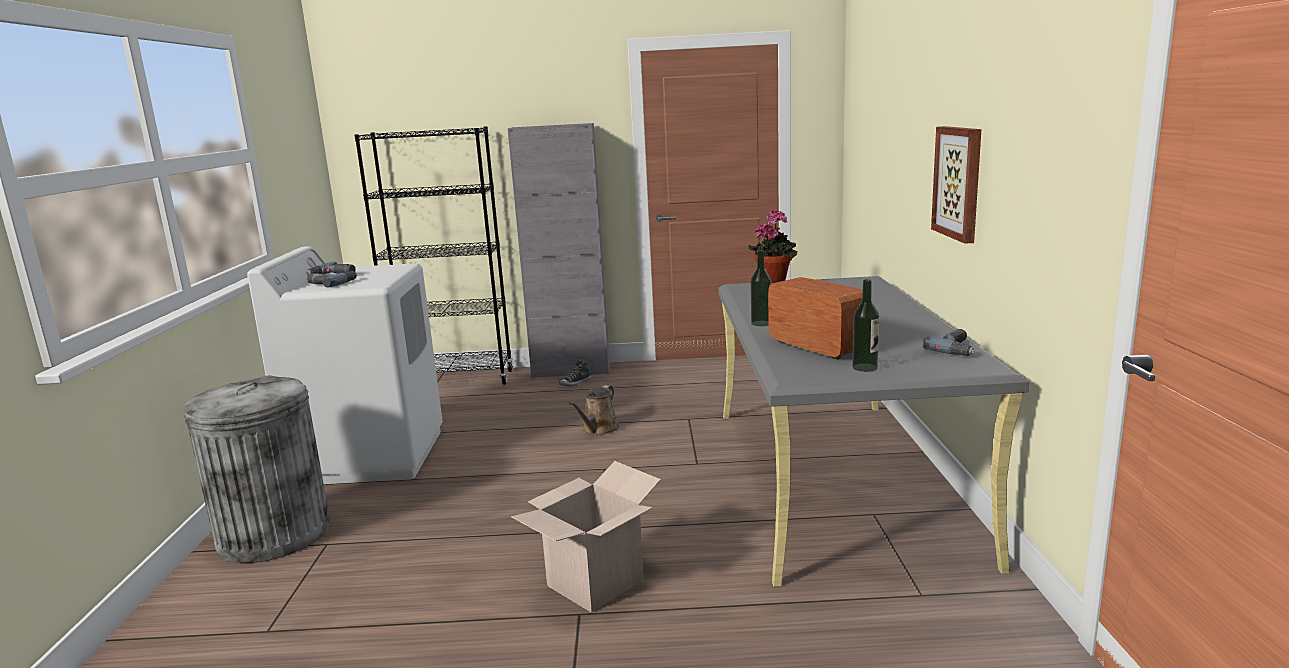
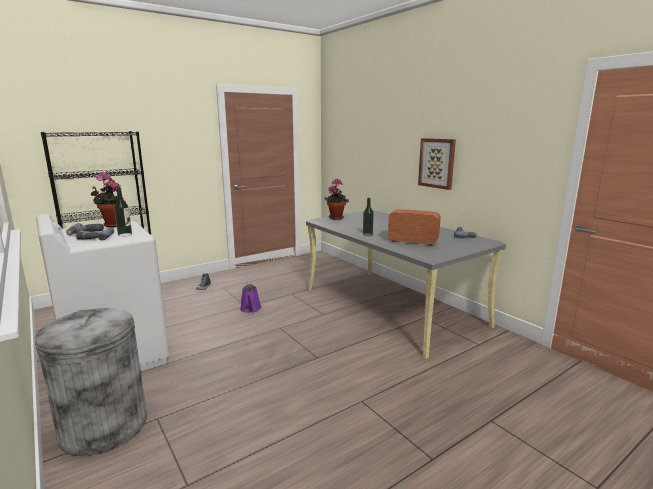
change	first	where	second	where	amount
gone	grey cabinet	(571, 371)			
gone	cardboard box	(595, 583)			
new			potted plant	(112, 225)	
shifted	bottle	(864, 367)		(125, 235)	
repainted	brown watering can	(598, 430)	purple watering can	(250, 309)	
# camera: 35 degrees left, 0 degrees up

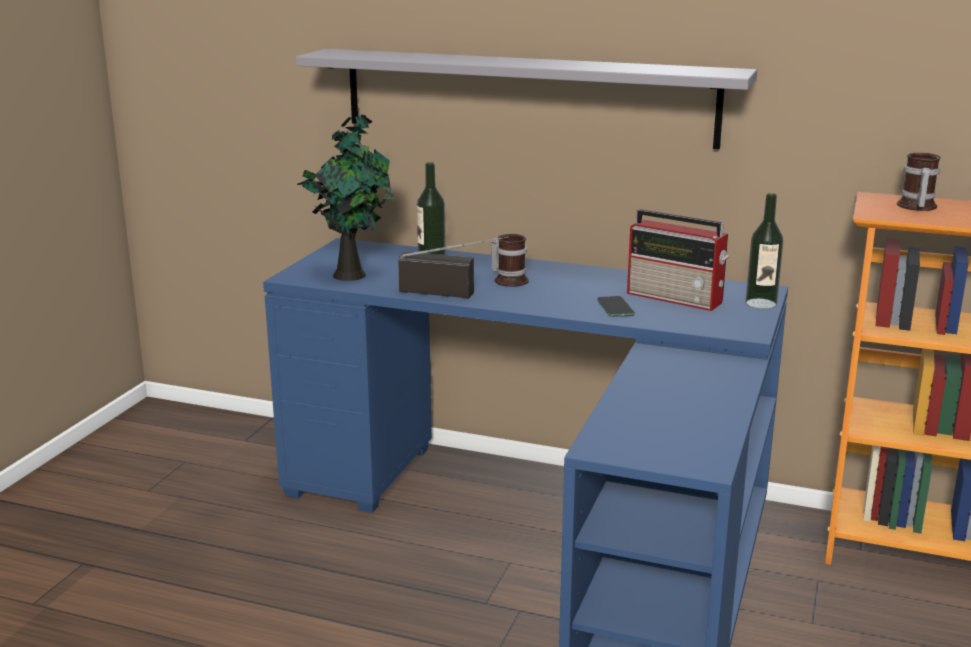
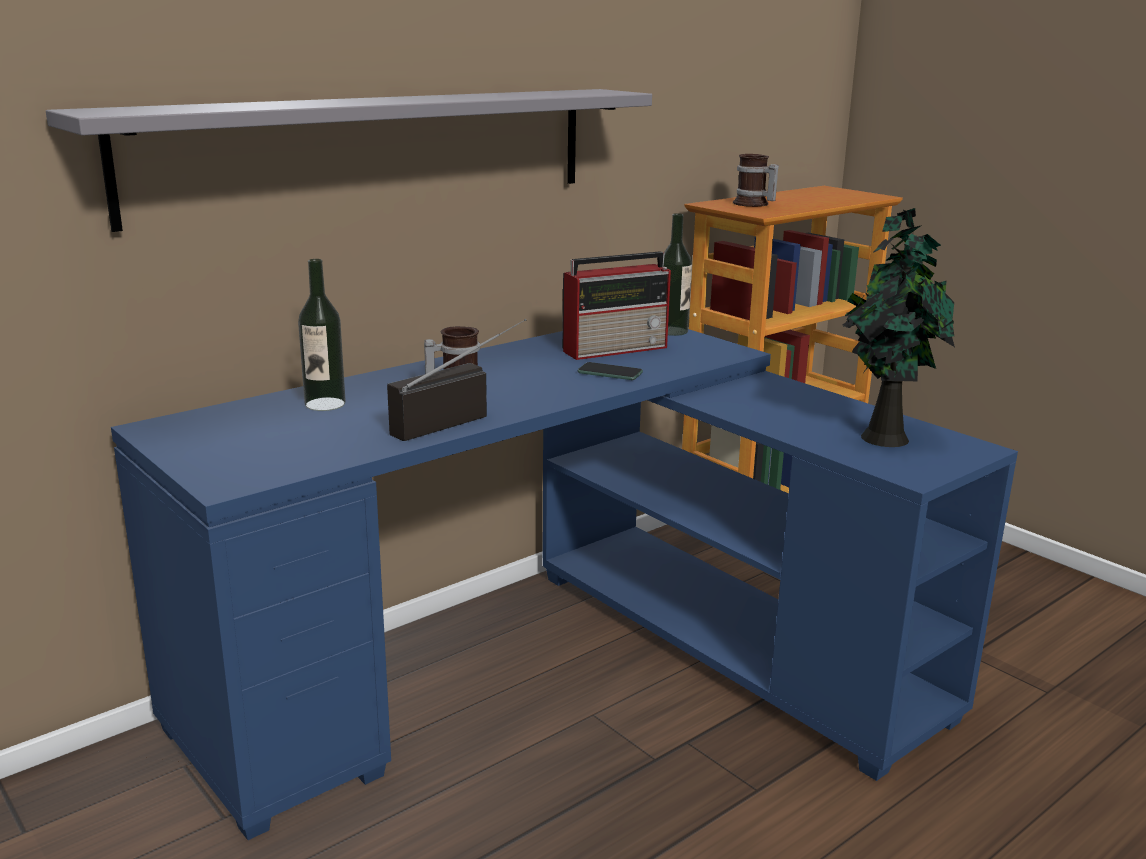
change	first	where	second	where	amount
shifted	potted plant	(352, 274)		(882, 436)	
# camera: 60 degrees left, 0 degrees up

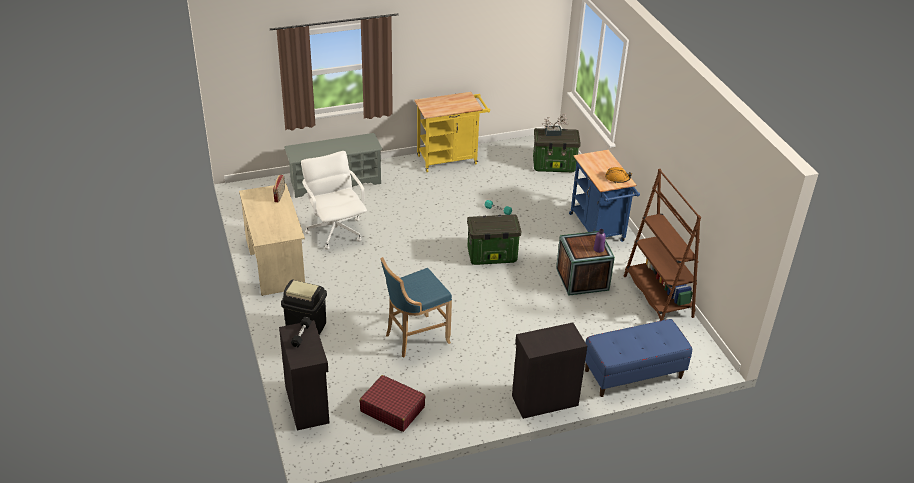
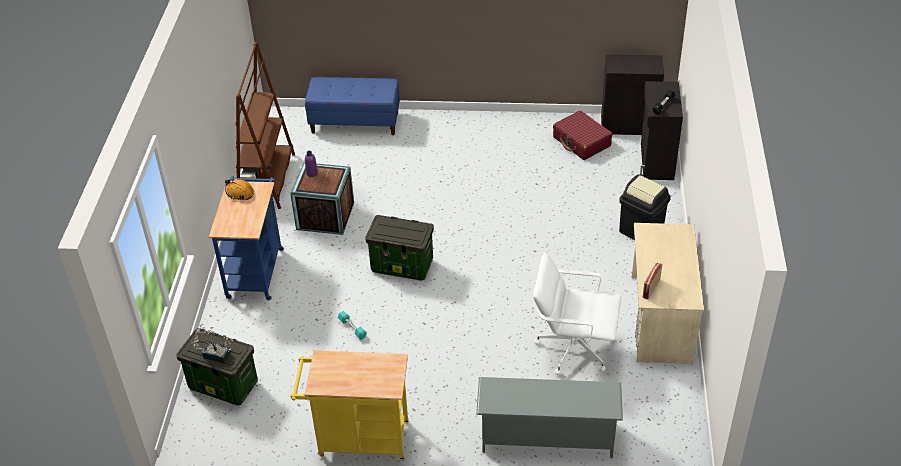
change	first	where	second	where	amount
gone	blue stool	(414, 338)			
shifted	black cabinet	(544, 400)		(629, 126)	
rotated	white office chair	(336, 231)		(573, 348)	105 degrees clockwise
# camera: 155 degrees left, 5 degrees up

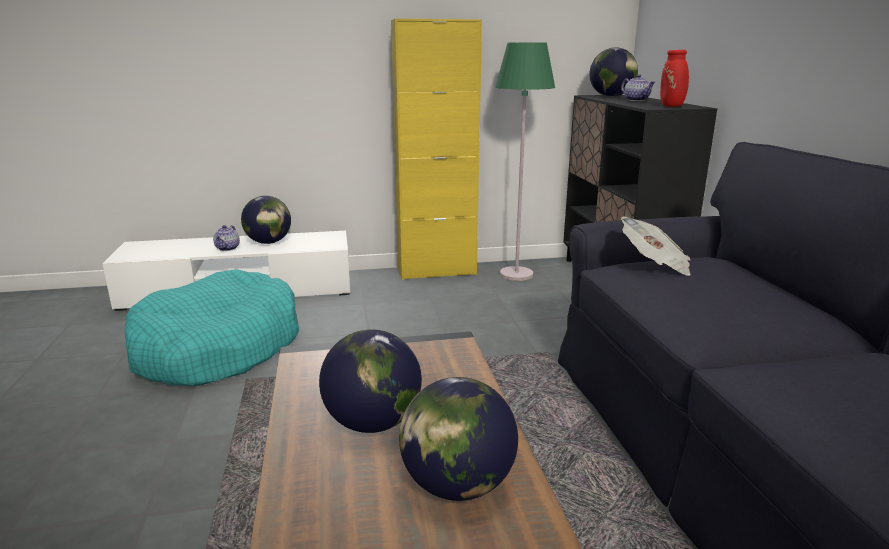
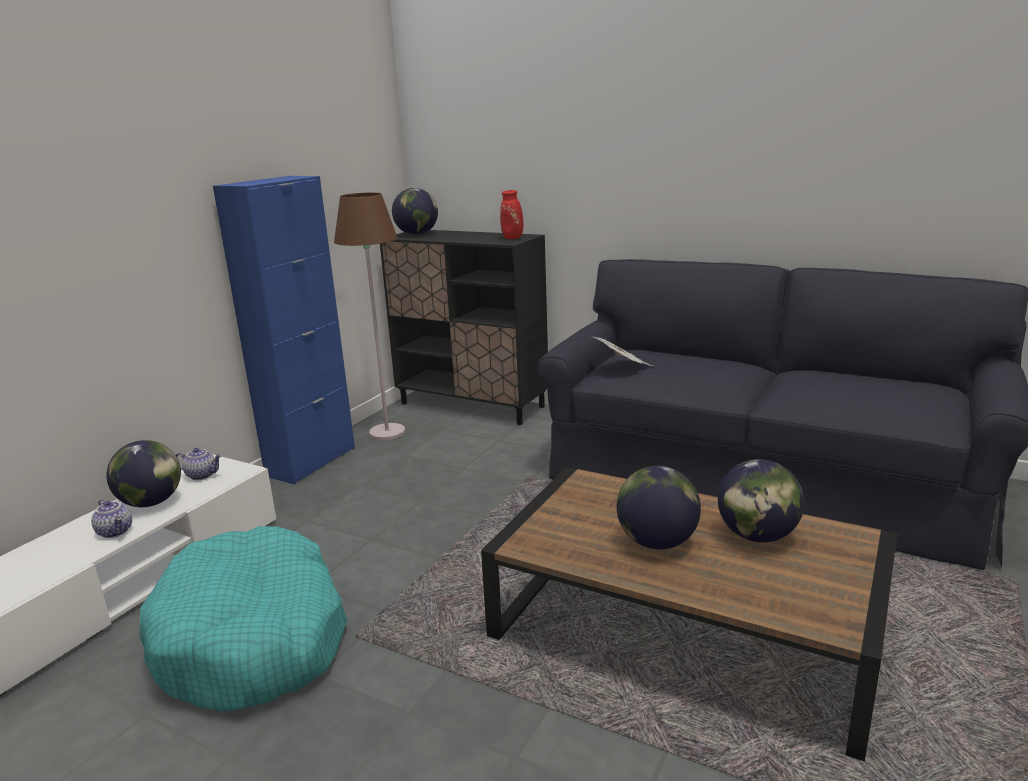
change	first	where	second	where	amount
shifted	teapot	(636, 100)		(202, 475)	
repainted	yellow cabinet	(436, 271)	blue cabinet	(311, 462)	
repainted	green floor lamp	(516, 274)	brown floor lamp	(387, 432)	
# camera: 50 degrees left, 0 degrees up

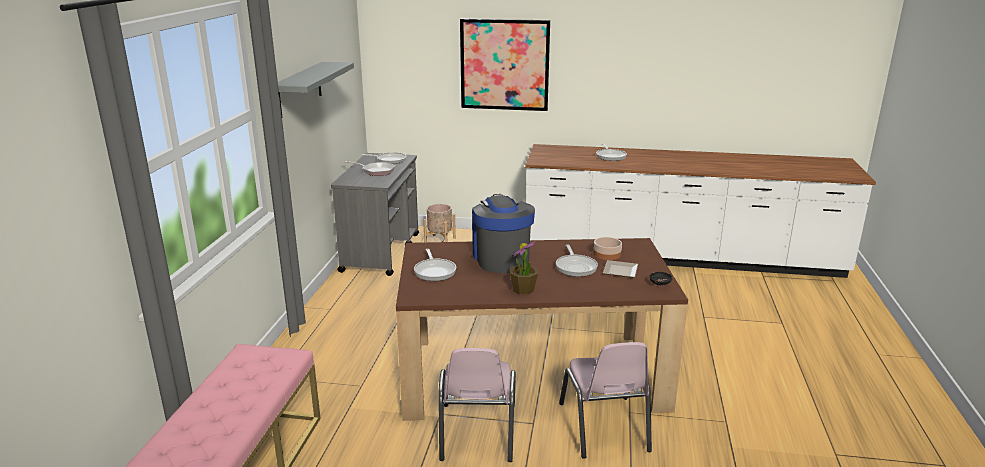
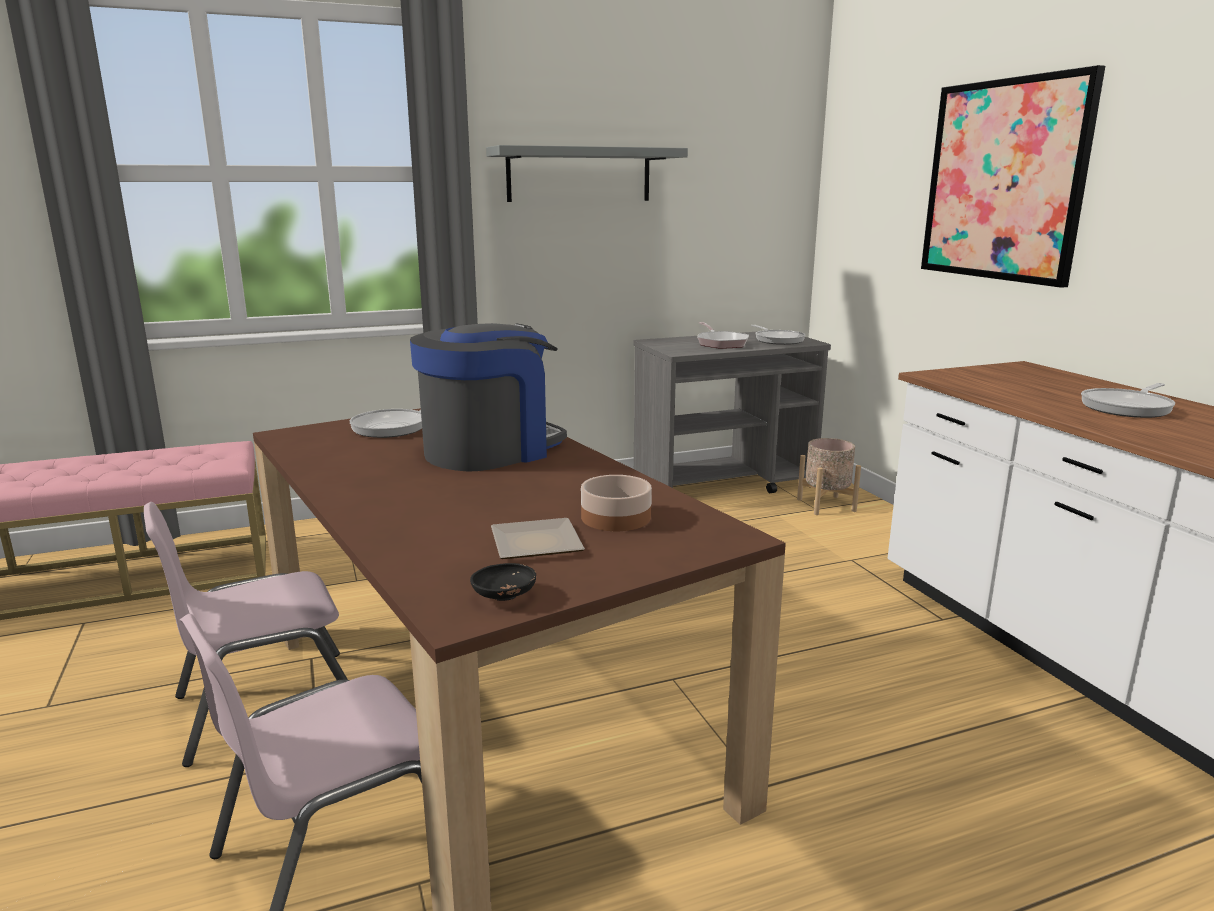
change	first	where	second	where	amount
gone	potted plant	(523, 290)			
gone	frying pan	(575, 267)			
# camera: 60 degrees right, 5 degrees down

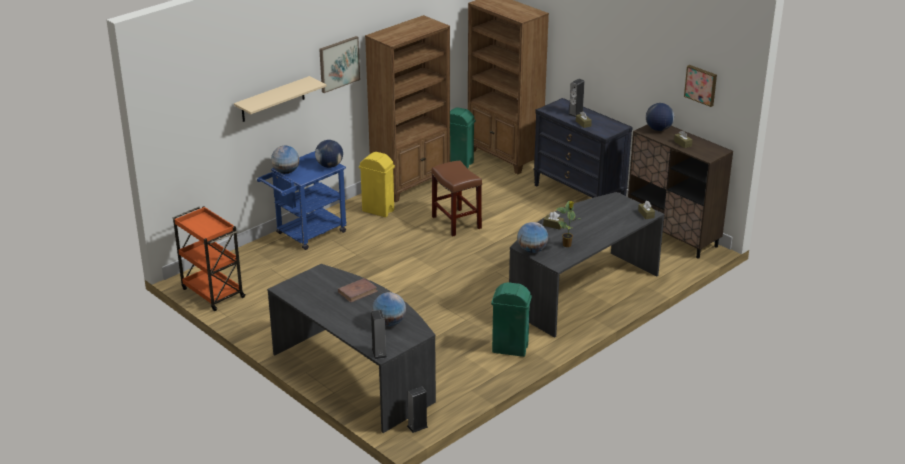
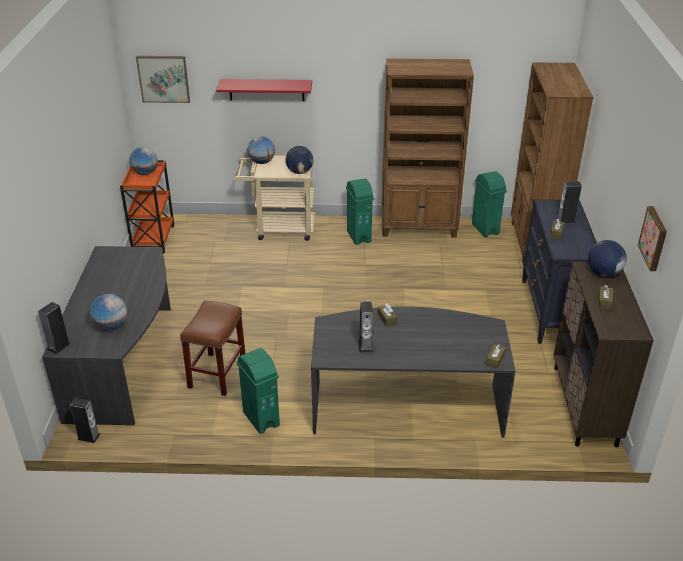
change	first	where	second	where	amount
gone	brown book	(358, 292)			
shifted	picture	(339, 64)		(163, 78)	
shifted	brown stool	(457, 222)		(217, 374)	
shifted	globe	(532, 250)		(145, 173)	
swapped	potted plant	(567, 245)	speaker	(365, 346)	
repainted	beige shelf	(273, 99)	red shelf	(266, 90)	
repainted	blue cart	(306, 234)	beige cart	(279, 228)	
repainted	yellow trash can	(378, 210)	green trash can	(359, 236)	
# camera: 45 degrees right, 5 degrees up

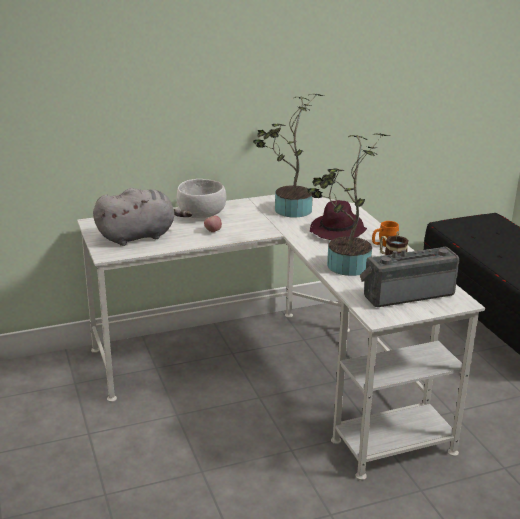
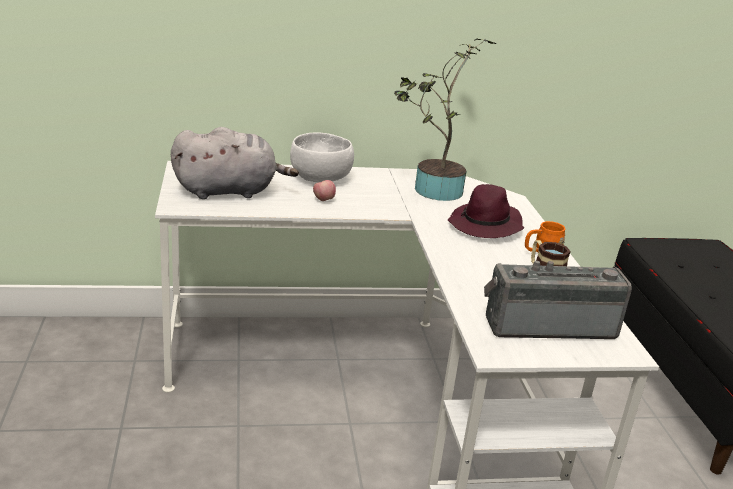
change	first	where	second	where	amount
gone	potted plant	(344, 267)			
# camera: 10 degrees right, 0 degrees up

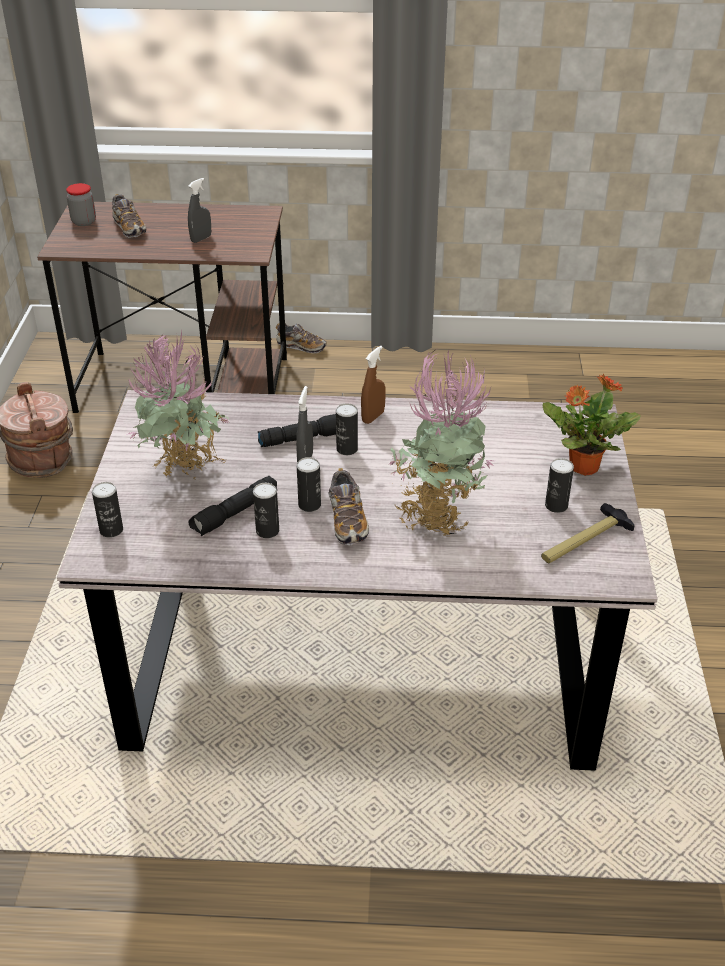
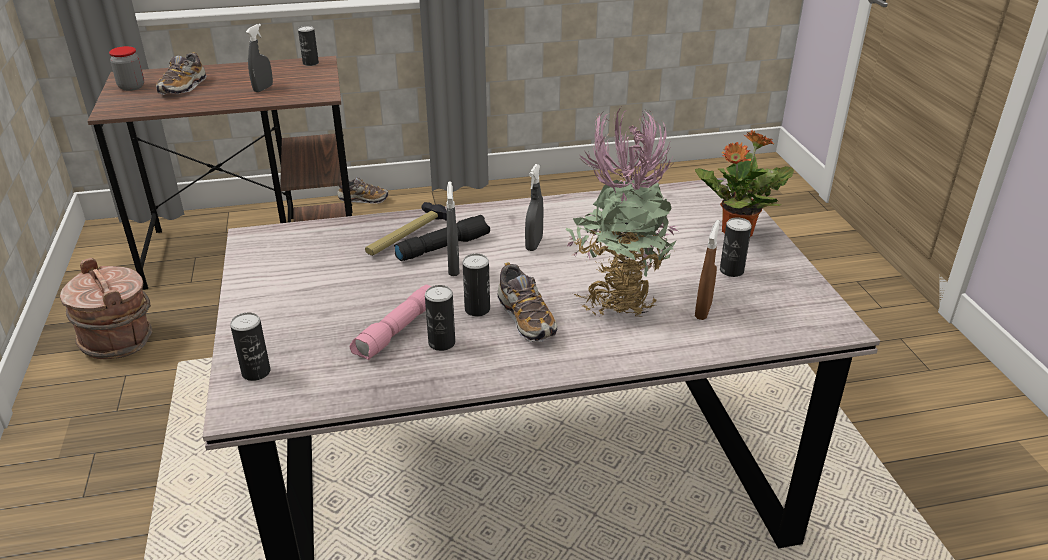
change	first	where	second	where	amount
gone	potted plant	(186, 476)			
new			grey spray bottle	(534, 244)	
shifted	can	(347, 449)		(310, 63)	
shifted	brown spray bottle	(373, 417)		(703, 310)	
shifted	hammer	(584, 542)		(408, 236)	
repainted	black flashlight	(235, 514)	pink flashlight	(397, 331)	
rotated	shoe	(129, 228)		(183, 87)	60 degrees clockwise
# camera: 15 degrees left, 5 degrees down

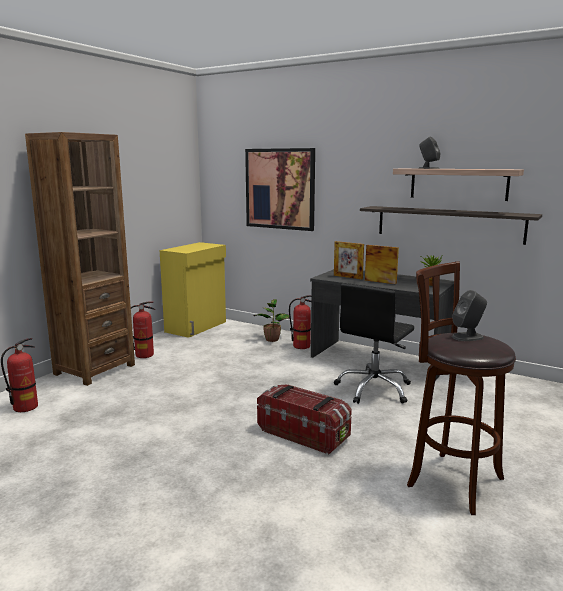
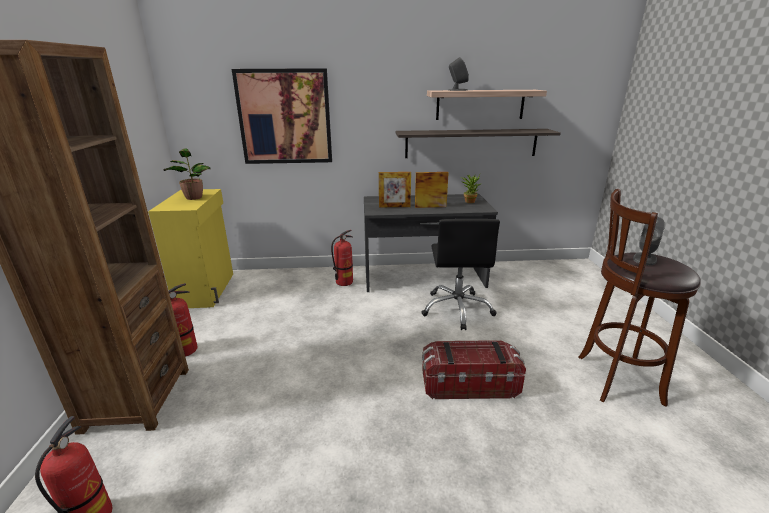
change	first	where	second	where	amount
shifted	potted plant	(272, 339)		(193, 197)	
# camera: 35 degrees left, 10 degrees up

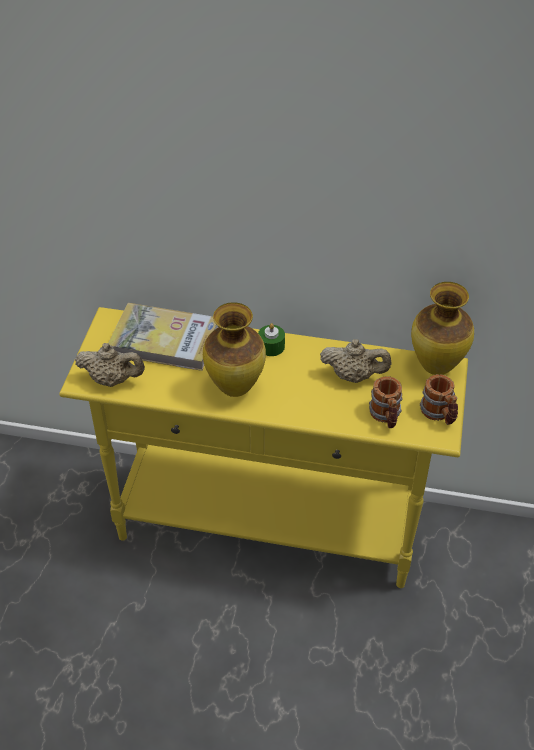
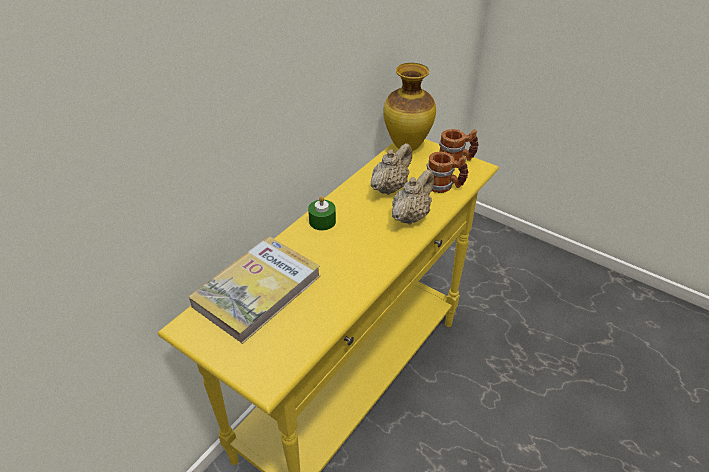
change	first	where	second	where	amount
gone	vase	(236, 387)			
shifted	beige teapot	(112, 380)		(411, 216)	
# camera: 65 degrees left, 5 degrees down

